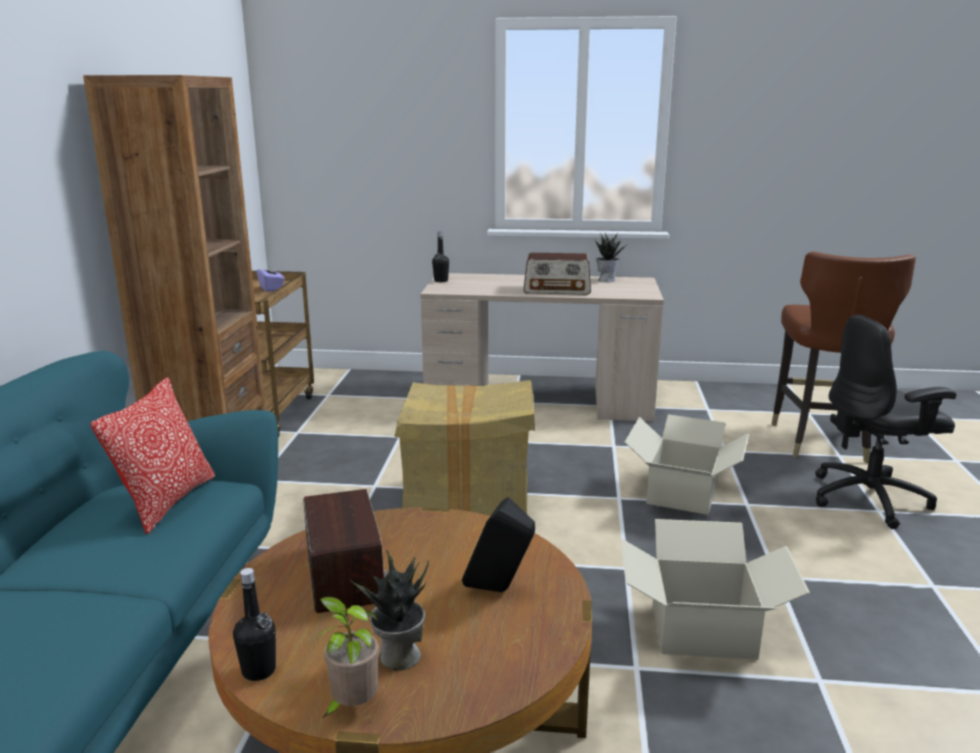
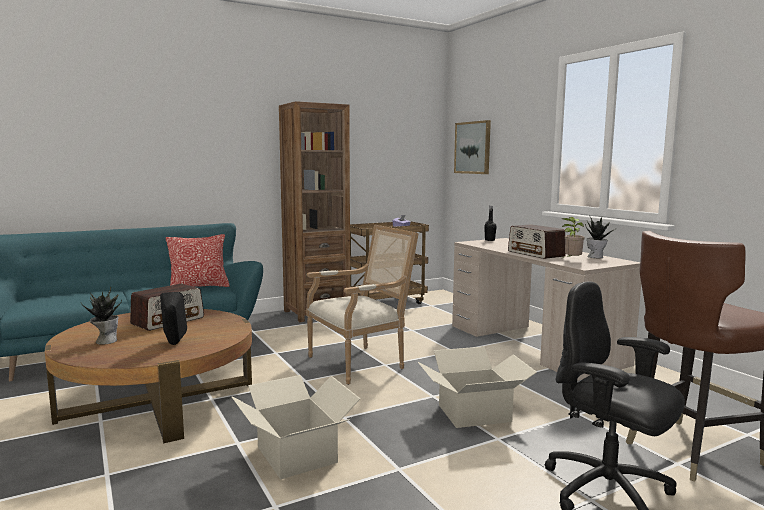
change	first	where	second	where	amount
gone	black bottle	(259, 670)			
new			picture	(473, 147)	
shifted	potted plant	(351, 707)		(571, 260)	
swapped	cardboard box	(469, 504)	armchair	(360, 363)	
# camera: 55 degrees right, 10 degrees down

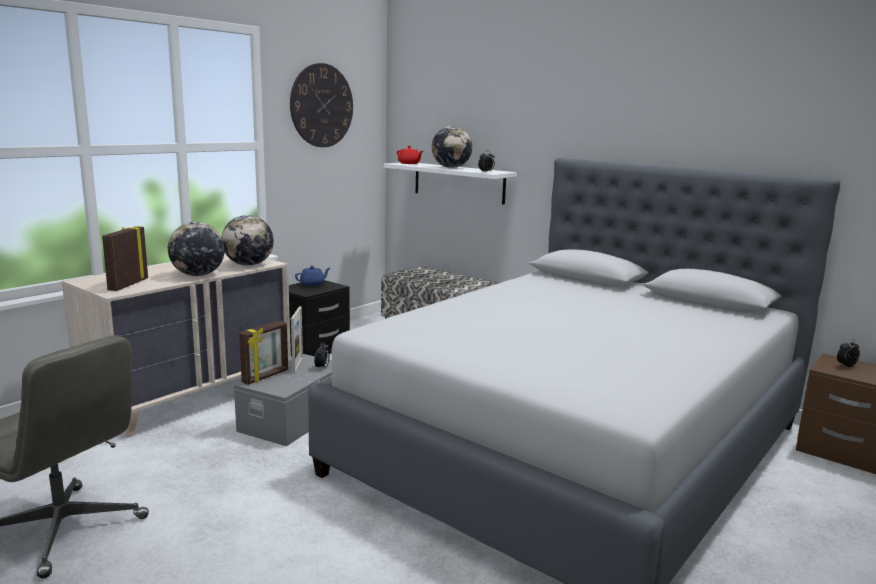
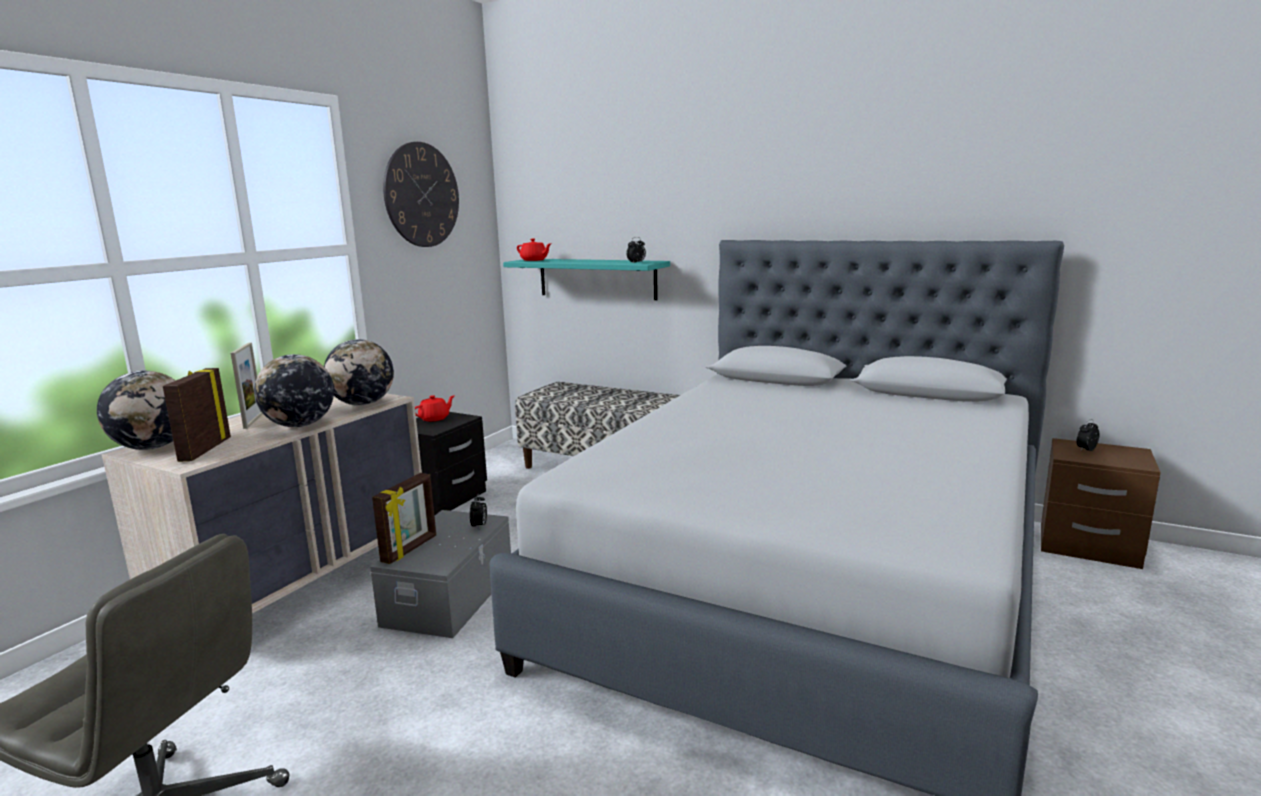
change	first	where	second	where	amount
shifted	picture frame	(297, 365)		(253, 420)	
shifted	globe	(451, 167)		(153, 447)	
repainted	blue teapot	(313, 284)	red teapot	(435, 418)	
repainted	white shelf	(458, 182)	turquoise shelf	(597, 278)	
# camera: 10 degrees left, 0 degrees up

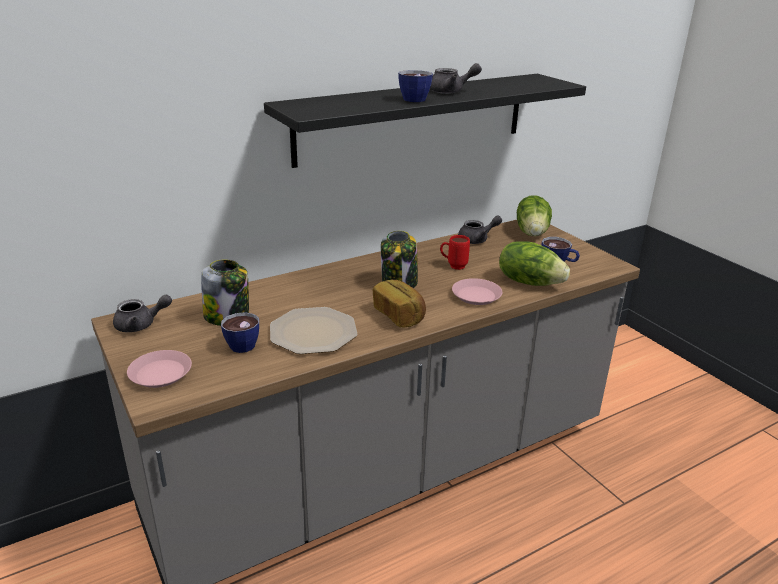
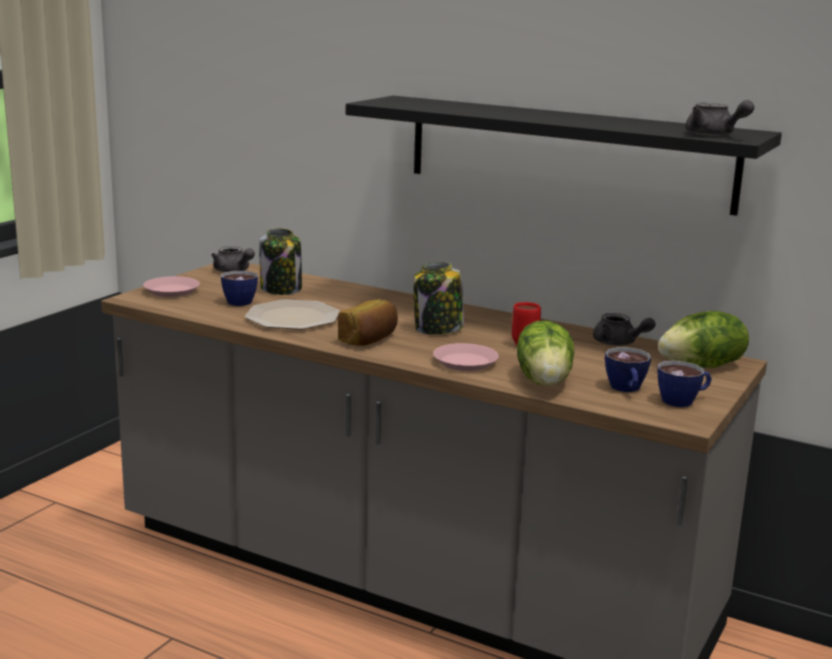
change	first	where	second	where	amount
shifted	cup	(415, 98)		(683, 401)	
shifted	grey teapot	(451, 91)		(714, 135)	
# camera: 60 degrees right, 10 degrees down

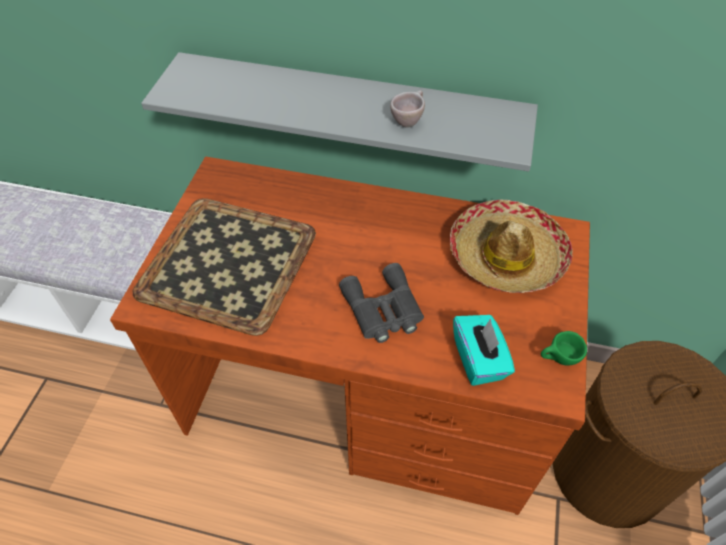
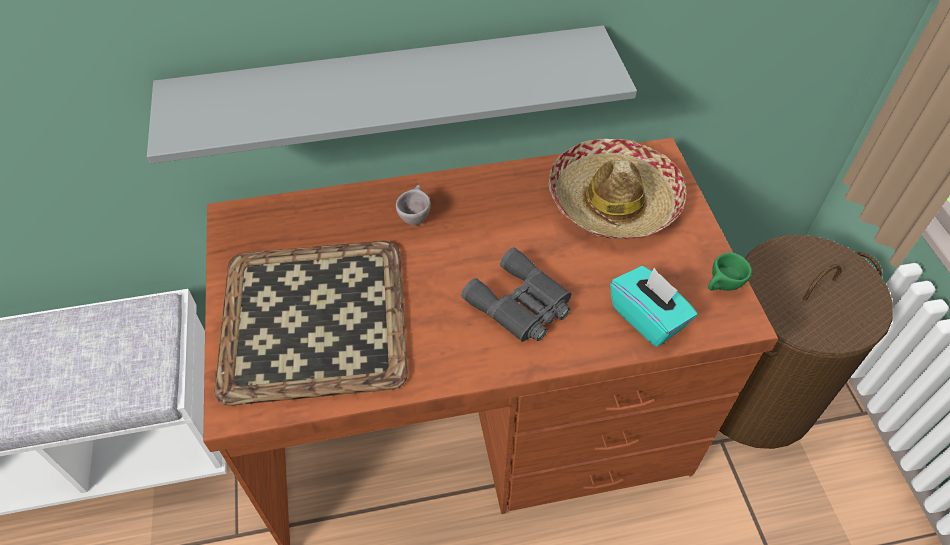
change	first	where	second	where	amount
shifted	beige cup	(408, 120)		(415, 216)	
# camera: 25 degrees left, 0 degrees up

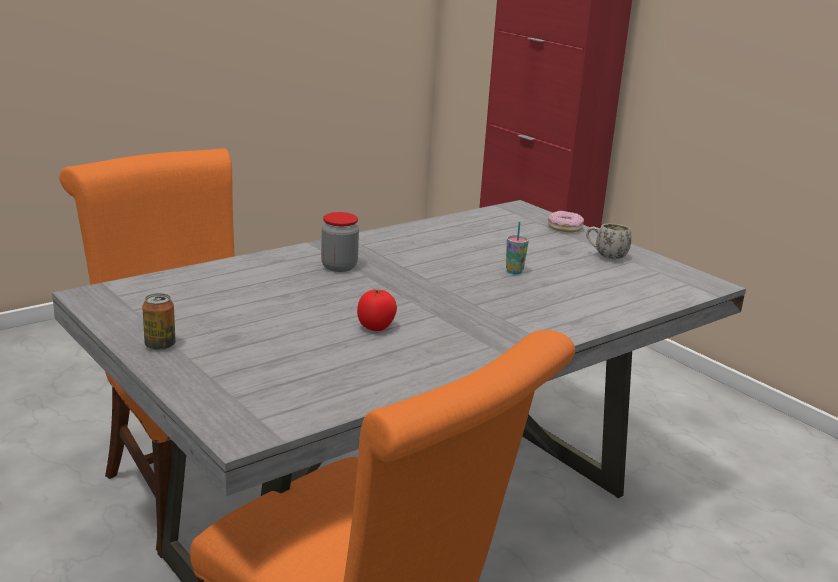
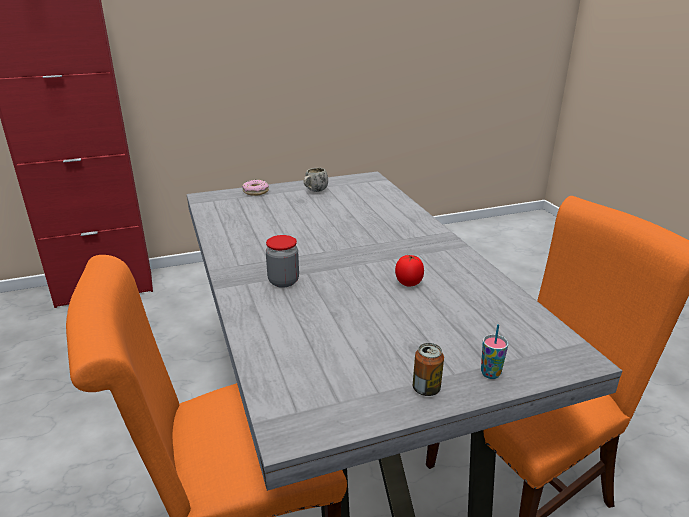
change	first	where	second	where	amount
shifted	cup	(514, 271)		(490, 373)	
# camera: 70 degrees left, 5 degrees up

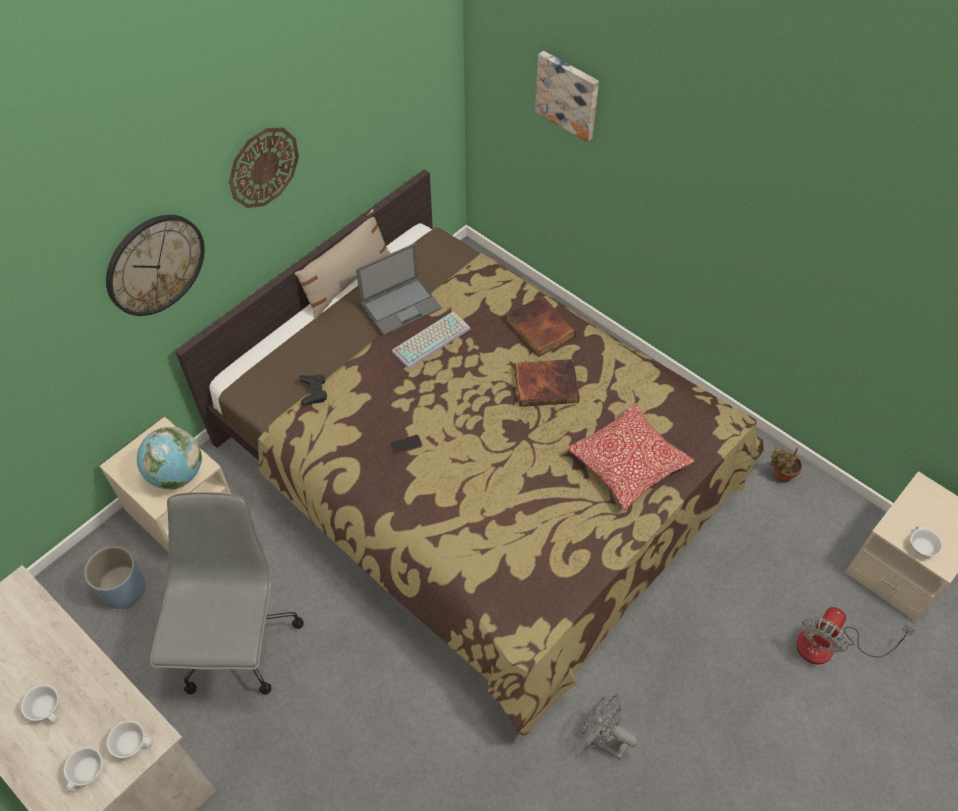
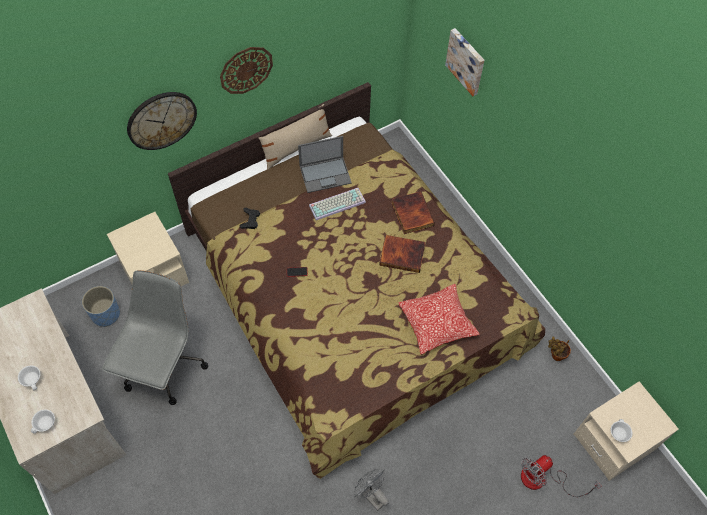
change	first	where	second	where	amount
gone	white cup	(131, 742)			
gone	globe	(176, 474)			
# camera: 15 degrees right, 5 degrees up

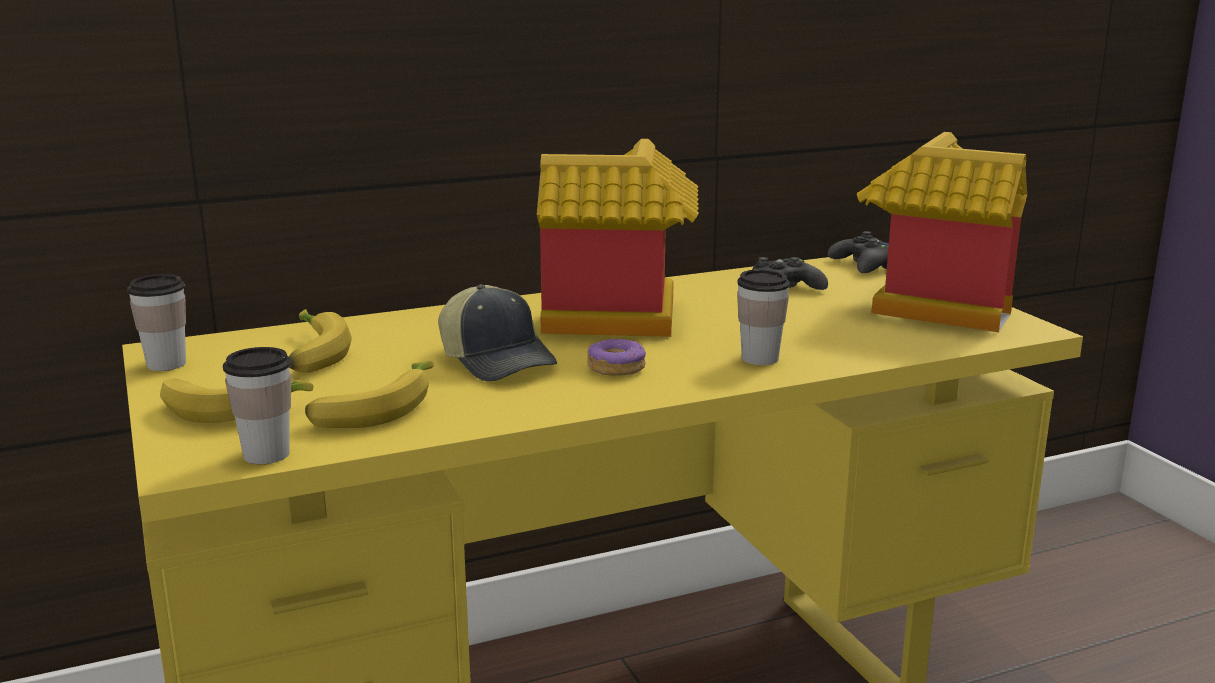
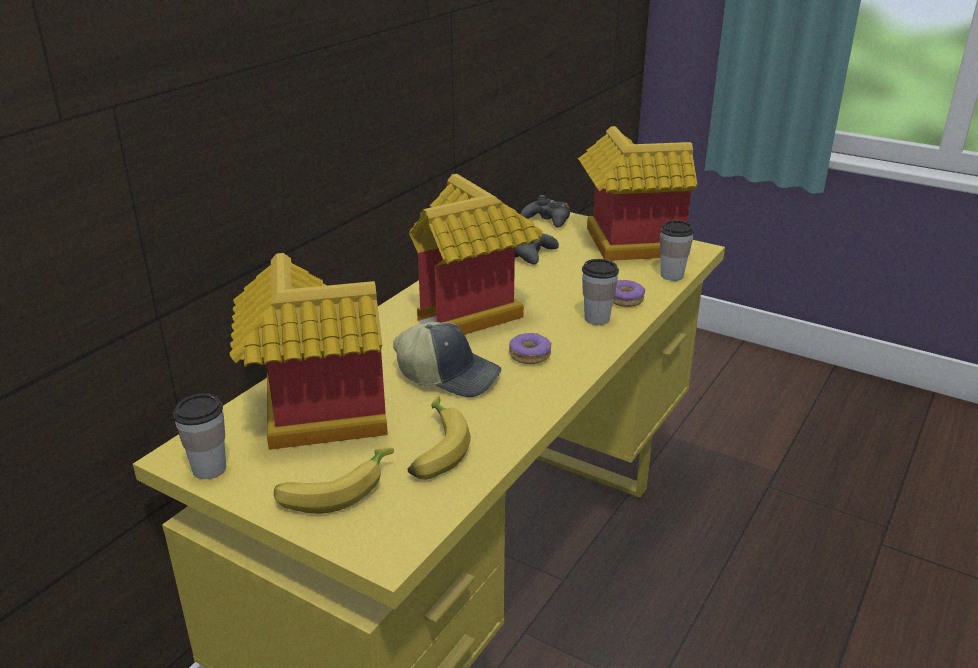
change	first	where	second	where	amount
new			donut	(625, 300)	
shifted	cup	(266, 454)		(672, 275)	
swapped	banana	(310, 354)	toy house	(309, 417)	
# camera: 35 degrees left, 10 degrees up

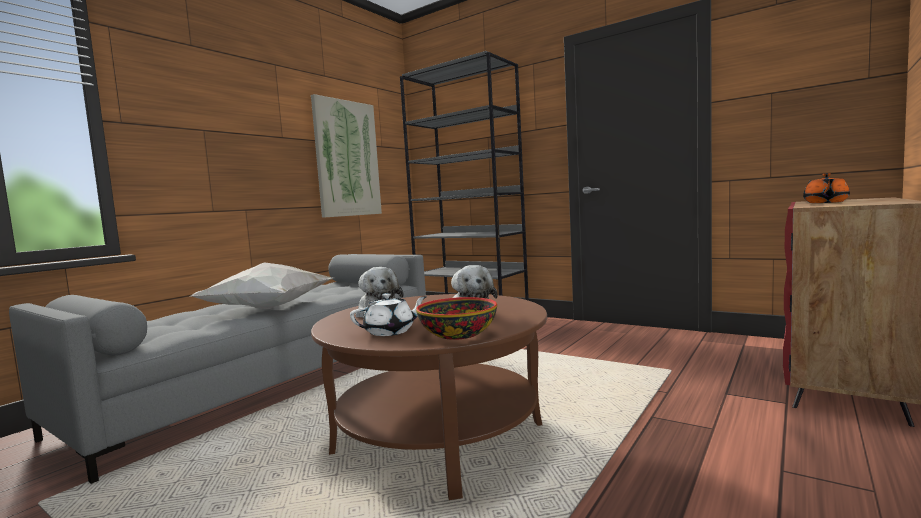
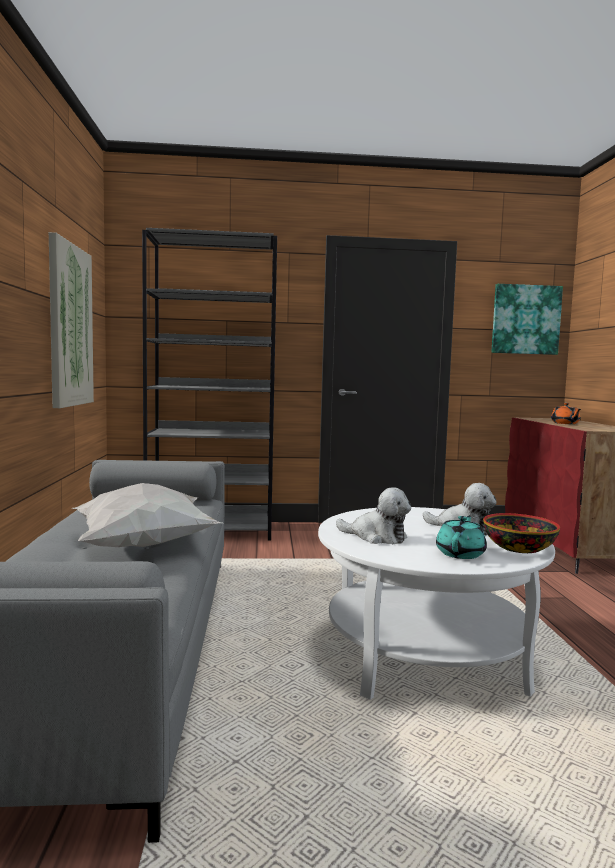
change	first	where	second	where	amount
new			picture	(525, 319)	
repainted	brown coffee table	(439, 438)	white coffee table	(425, 655)	
repainted	white teapot	(390, 332)	turquoise teapot	(461, 553)	
# camera: 40 degrees left, 0 degrees up

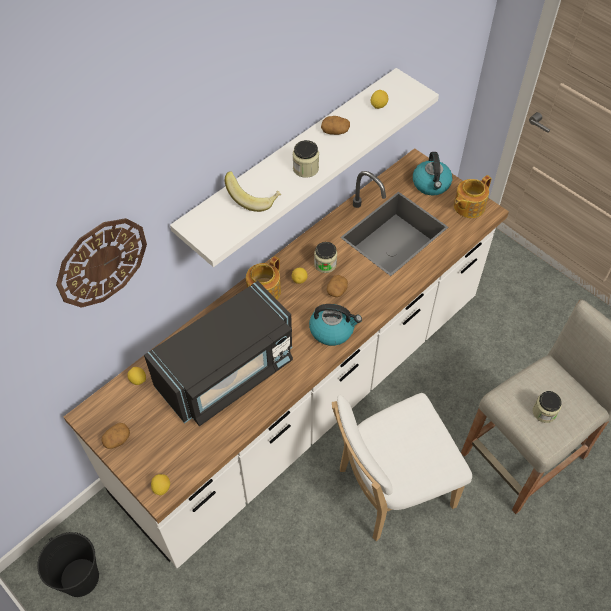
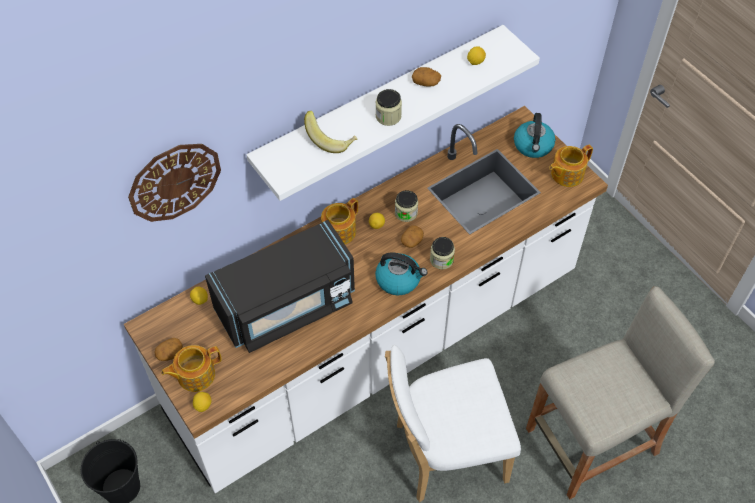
change	first	where	second	where	amount
new			teapot	(195, 375)	
shifted	jar	(544, 412)		(441, 260)	
# camera: 10 degrees right, 0 degrees up

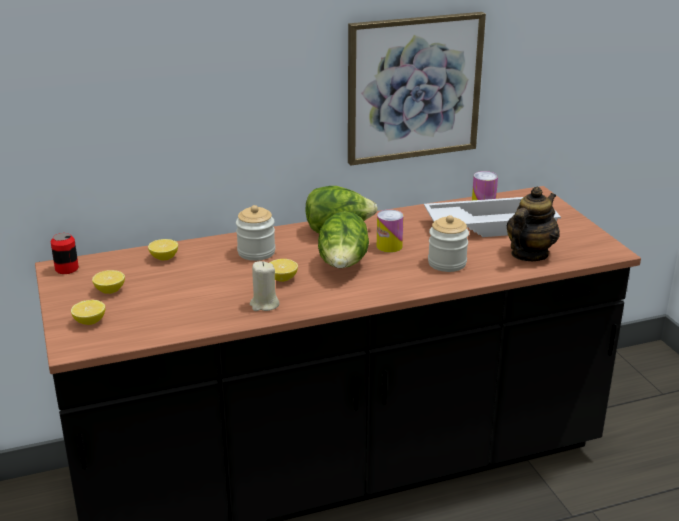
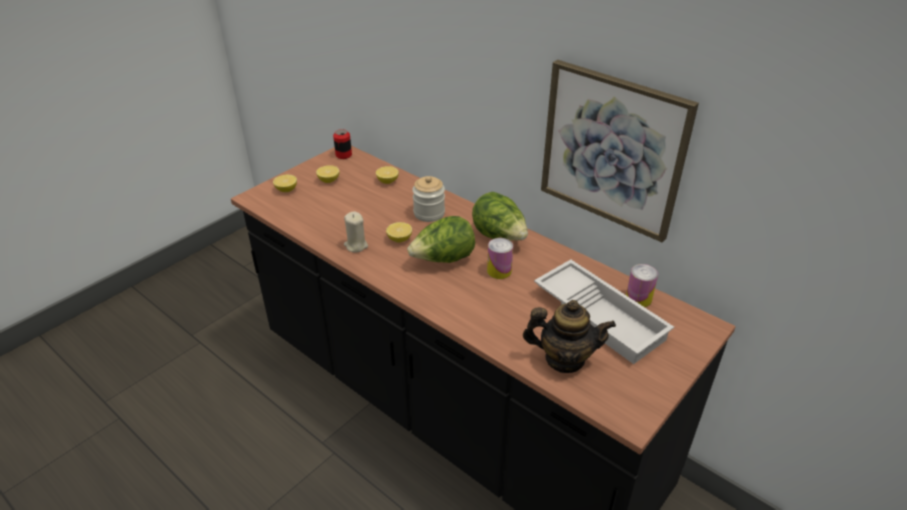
change	first	where	second	where	amount
gone	jar	(447, 263)			
# camera: 60 degrees right, 10 degrees up

